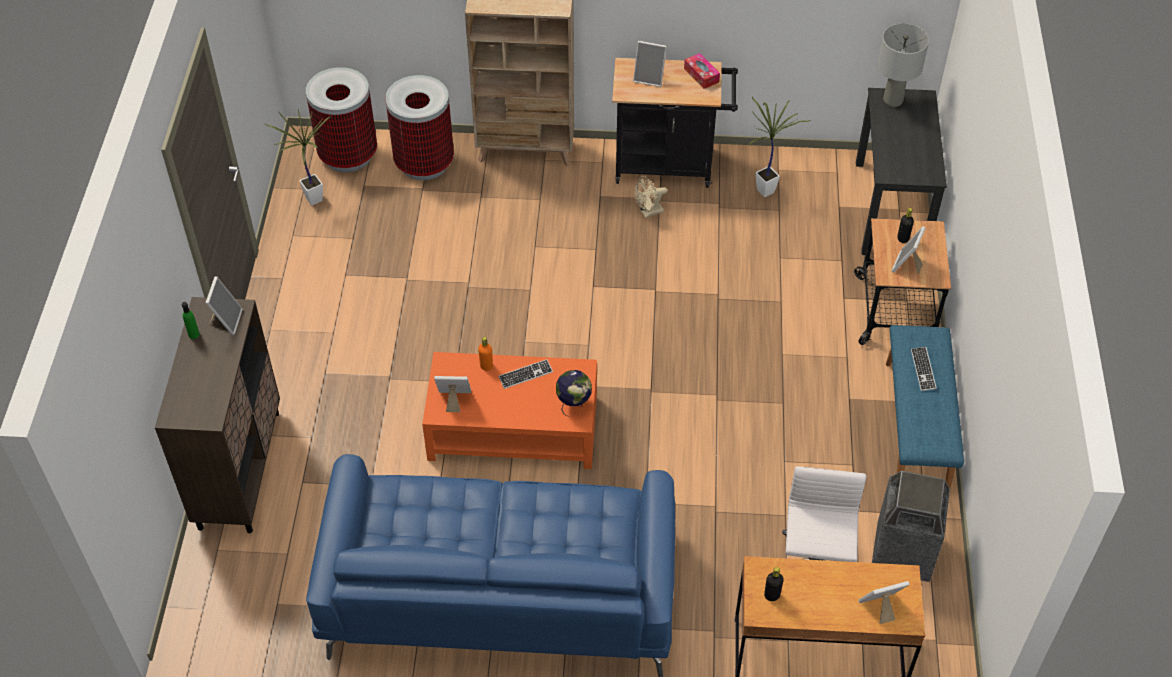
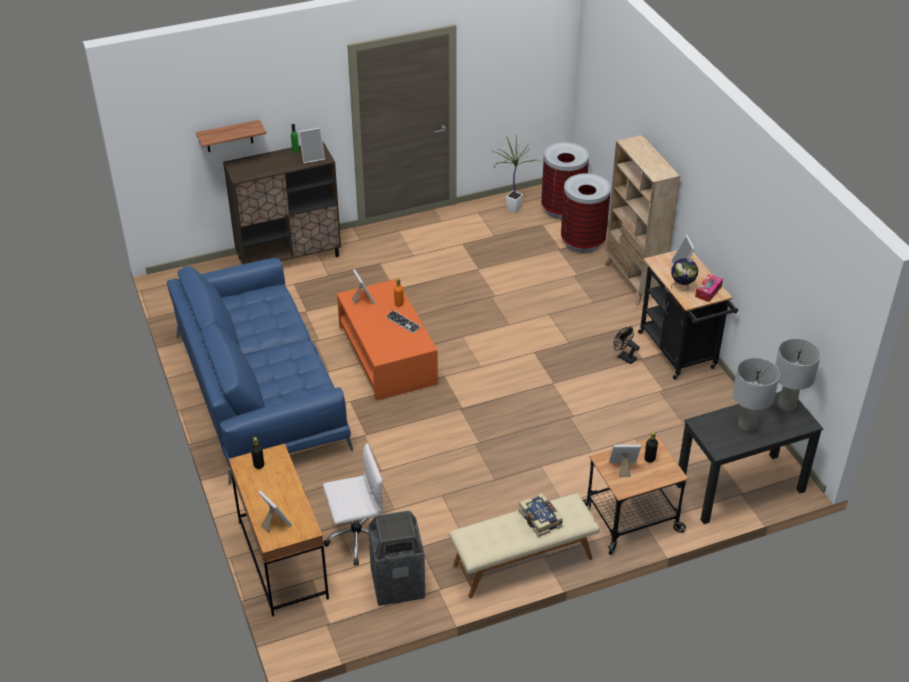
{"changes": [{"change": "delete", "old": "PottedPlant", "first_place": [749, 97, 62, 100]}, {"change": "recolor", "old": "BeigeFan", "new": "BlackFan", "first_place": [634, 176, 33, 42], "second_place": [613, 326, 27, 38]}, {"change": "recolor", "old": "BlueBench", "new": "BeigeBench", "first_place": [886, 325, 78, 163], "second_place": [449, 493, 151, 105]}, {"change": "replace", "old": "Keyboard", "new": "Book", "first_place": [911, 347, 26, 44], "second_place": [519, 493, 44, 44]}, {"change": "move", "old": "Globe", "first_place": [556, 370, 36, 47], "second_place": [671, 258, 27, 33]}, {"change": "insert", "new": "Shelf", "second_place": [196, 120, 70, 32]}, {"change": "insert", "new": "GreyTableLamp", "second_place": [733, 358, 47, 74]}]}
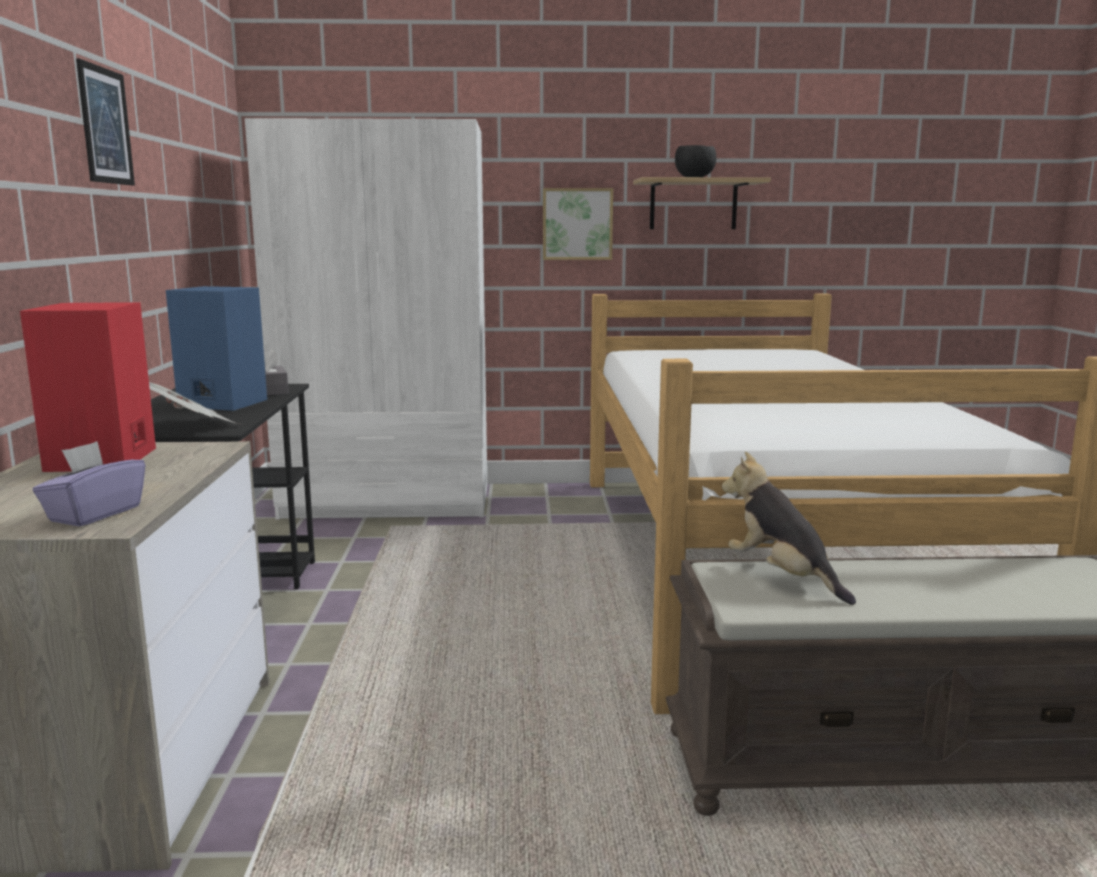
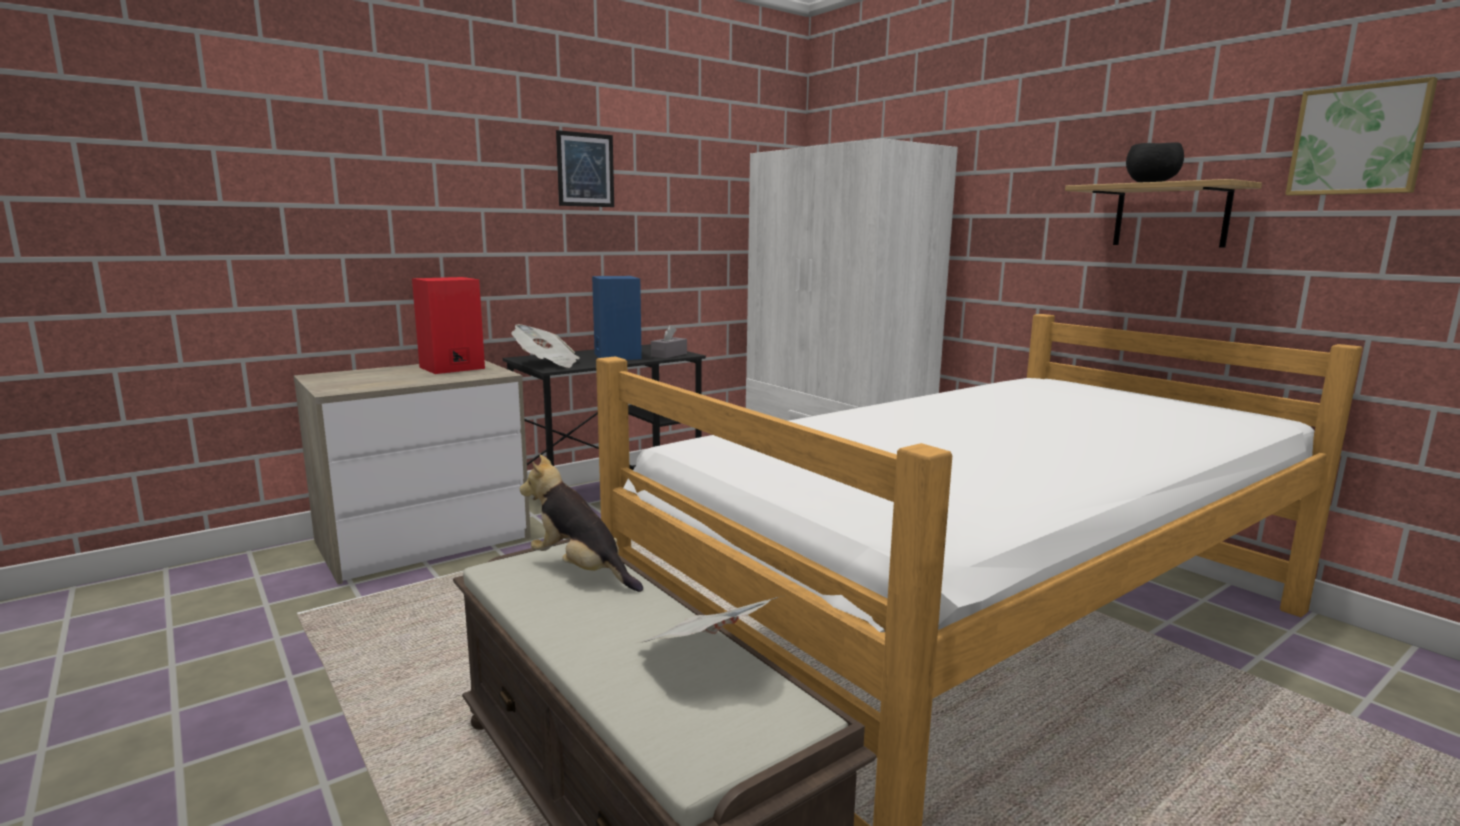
{"changes": [{"change": "move", "old": "Picture", "first_place": [543, 188, 70, 72], "second_place": [1285, 77, 153, 118]}, {"change": "delete", "old": "PurpleTissueBox", "first_place": [33, 441, 112, 86]}, {"change": "rotate", "old": "PlushToy", "first_place": [722, 451, 134, 154], "second_place": [520, 454, 123, 138], "degrees": -75}, {"change": "insert", "new": "Newspaper", "second_place": [637, 596, 145, 47]}]}
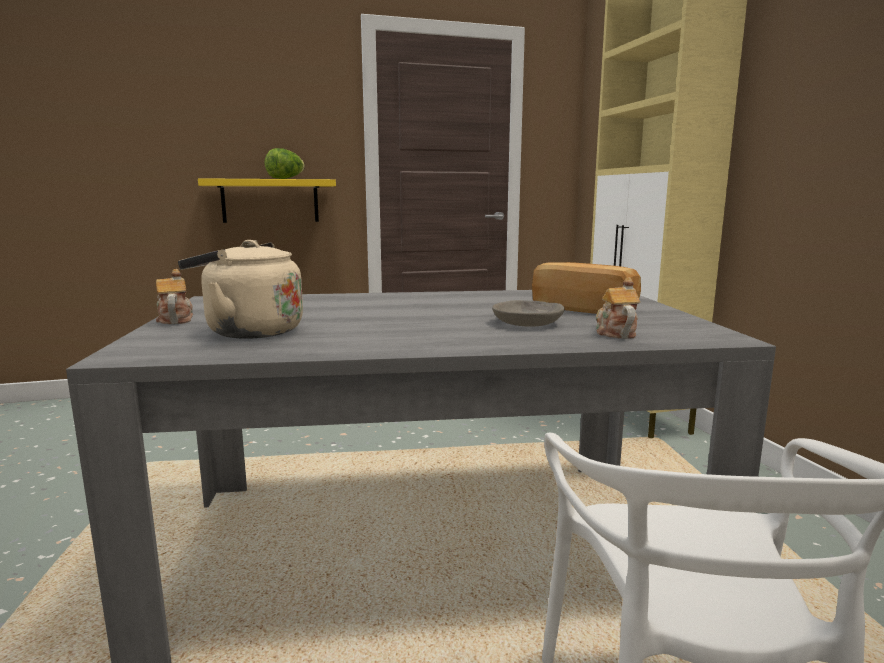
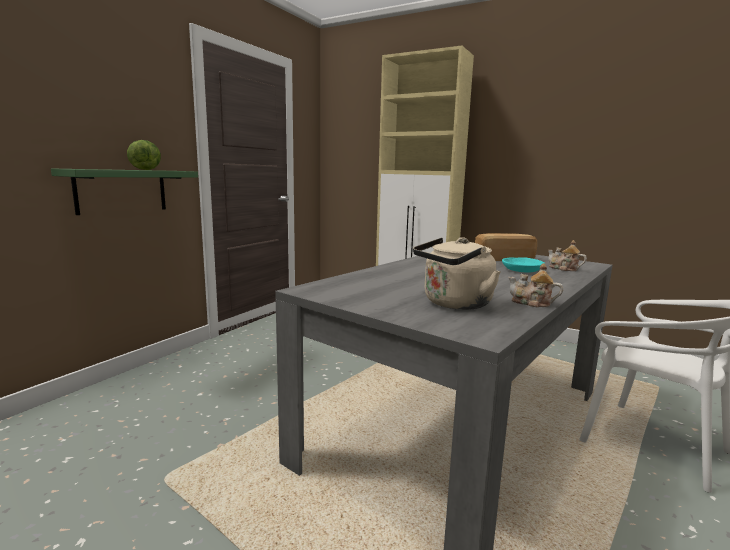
{"changes": [{"change": "recolor", "old": "YellowShelf", "new": "GreenShelf", "first_place": [198, 178, 138, 45], "second_place": [51, 168, 147, 47]}, {"change": "move", "old": "Teapot", "first_place": [156, 269, 37, 55], "second_place": [508, 263, 55, 44]}, {"change": "recolor", "old": "GreyBowl", "new": "TurquoiseBowl", "first_place": [492, 300, 73, 27], "second_place": [502, 257, 43, 16]}]}
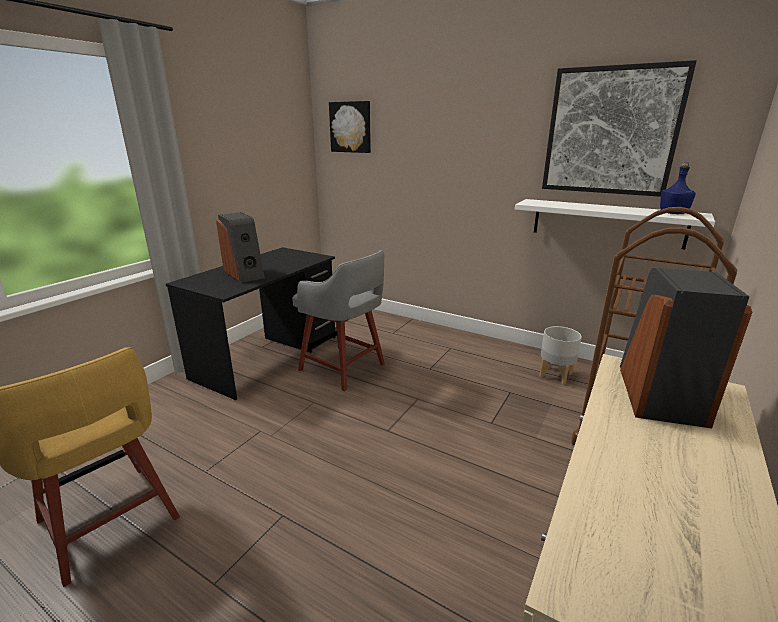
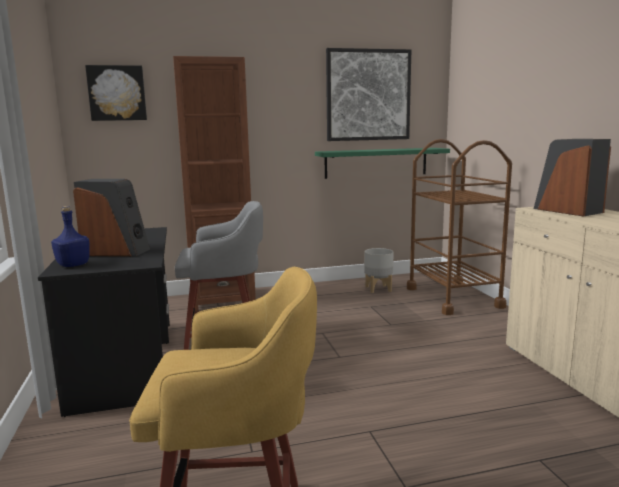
{"changes": [{"change": "move", "old": "BlueBottle", "first_place": [660, 162, 36, 52], "second_place": [51, 206, 39, 61]}, {"change": "recolor", "old": "WhiteShelf", "new": "GreenShelf", "first_place": [515, 199, 200, 50], "second_place": [315, 148, 135, 31]}, {"change": "insert", "new": "BrownBookcase", "second_place": [173, 56, 83, 255]}]}
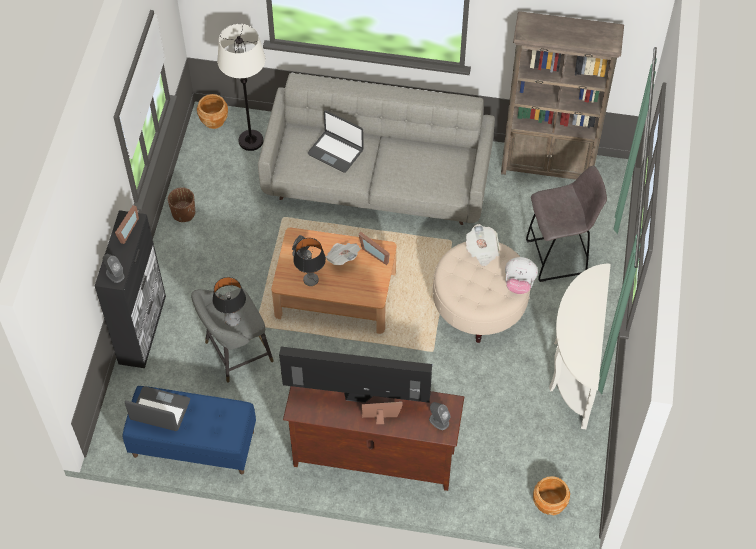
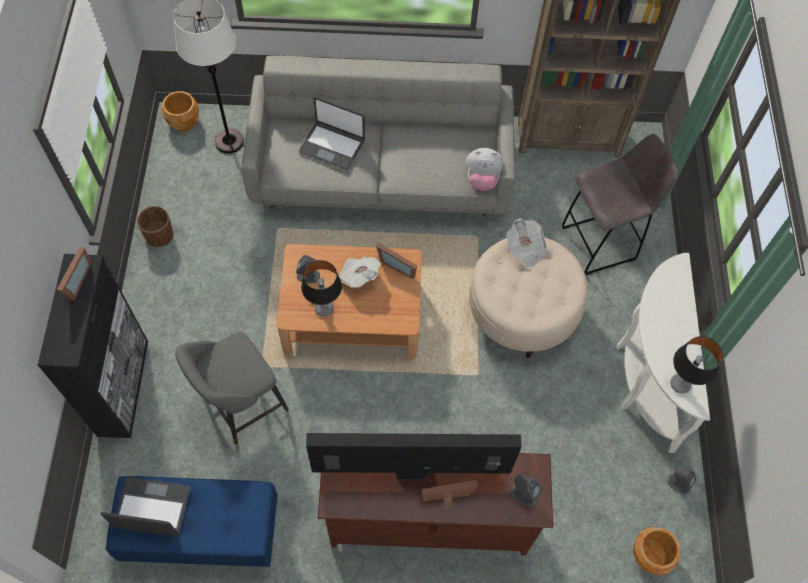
{"changes": [{"change": "move", "old": "GreySpeaker", "first_place": [103, 254, 21, 29], "second_place": [667, 466, 29, 28]}, {"change": "move", "old": "PlushToy", "first_place": [505, 257, 33, 37], "second_place": [466, 148, 37, 43]}, {"change": "move", "old": "TableLamp", "first_place": [212, 277, 34, 49], "second_place": [670, 336, 53, 58]}]}
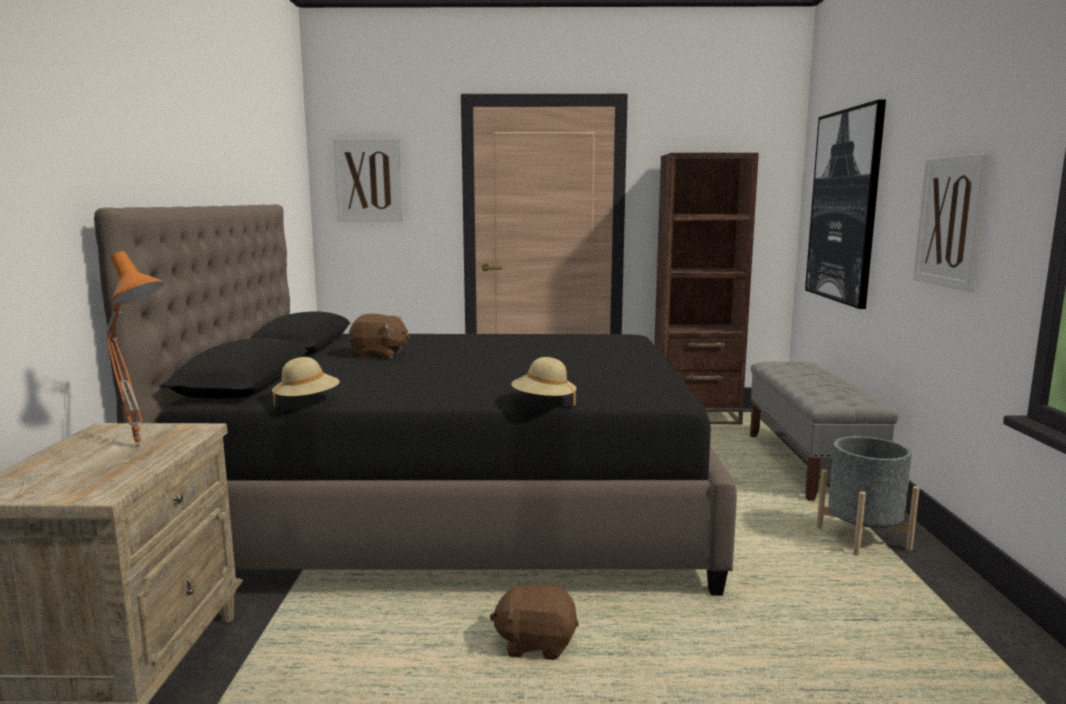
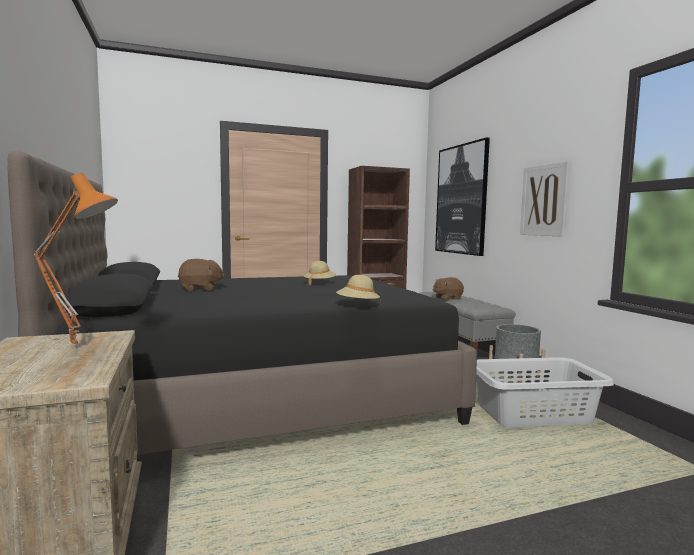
{"changes": [{"change": "delete", "old": "Picture", "first_place": [333, 139, 70, 83]}, {"change": "move", "old": "BeigeHat", "first_place": [272, 357, 68, 50], "second_place": [304, 261, 32, 24]}, {"change": "move", "old": "BrownPlushToy", "first_place": [490, 580, 89, 80], "second_place": [432, 277, 32, 23]}, {"change": "insert", "new": "GreyLaundryBasket", "second_place": [476, 357, 138, 70]}]}
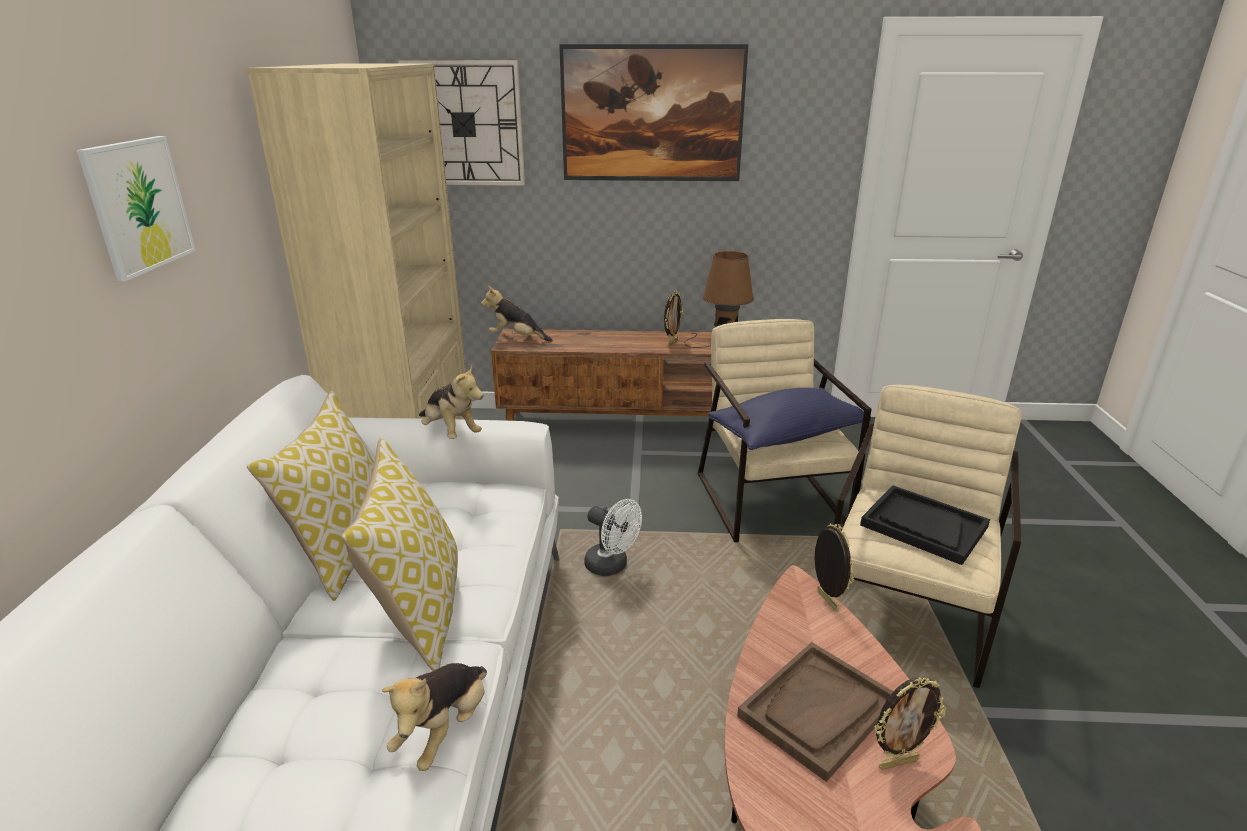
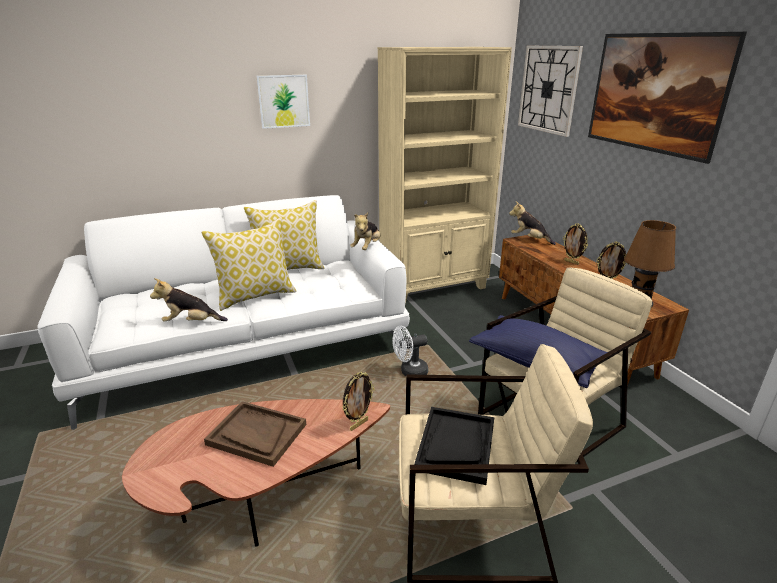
{"changes": [{"change": "rotate", "old": "PlushToy", "first_place": [481, 286, 72, 56], "second_place": [509, 202, 47, 43], "degrees": -45}, {"change": "rotate", "old": "WhiteFan", "first_place": [584, 499, 58, 77], "second_place": [392, 326, 36, 50], "degrees": 60}, {"change": "move", "old": "PictureFrame", "first_place": [875, 677, 71, 93], "second_place": [563, 223, 25, 42]}]}
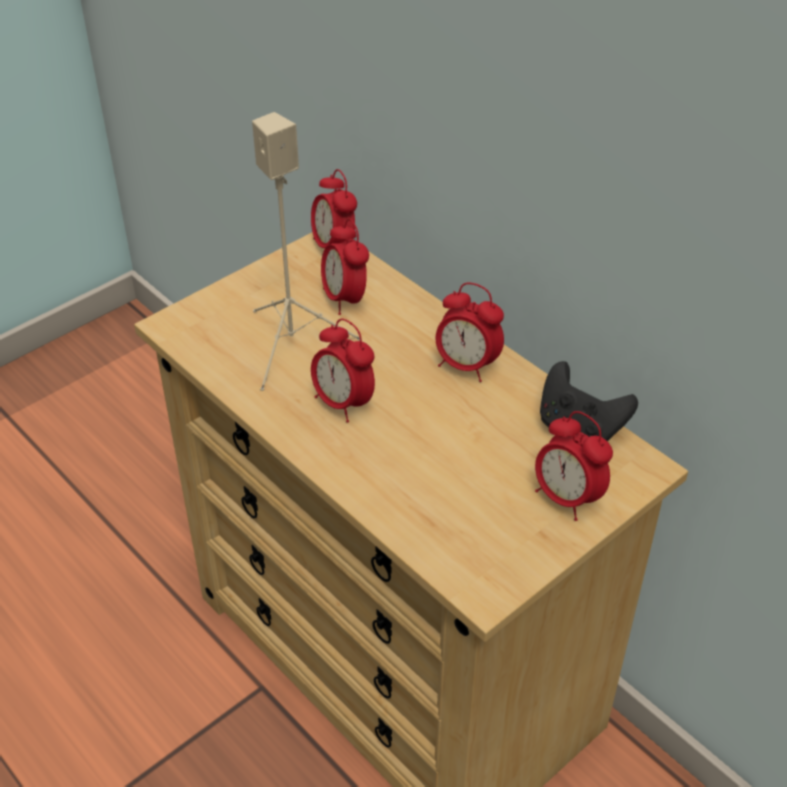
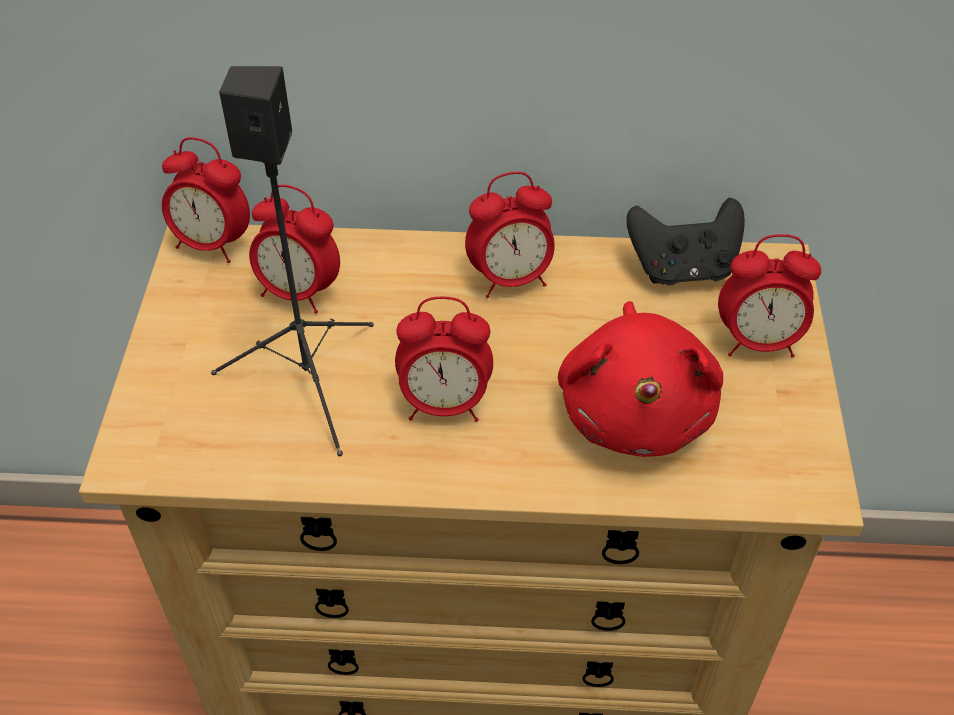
{"changes": [{"change": "recolor", "old": "BeigeSpeaker", "new": "BlackSpeaker", "first_place": [252, 112, 108, 279], "second_place": [211, 66, 163, 390]}, {"change": "insert", "new": "RedPlushToy", "second_place": [558, 301, 165, 156]}]}
